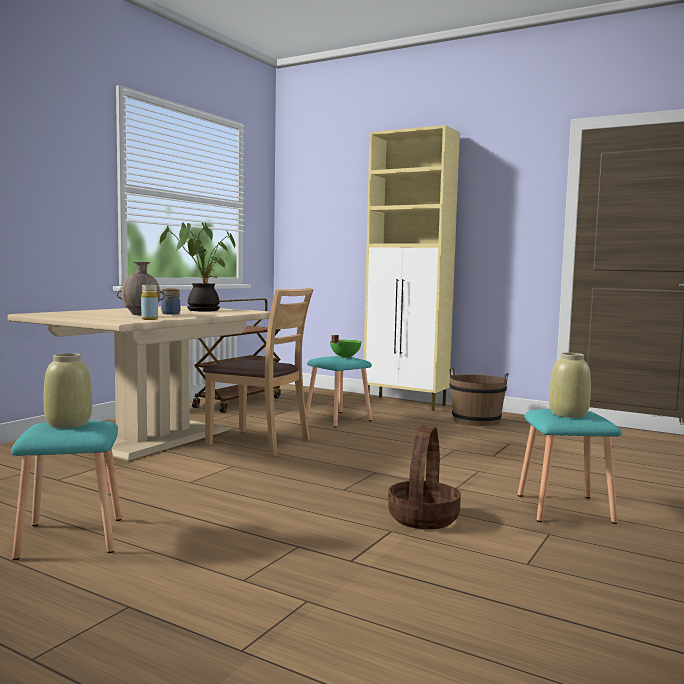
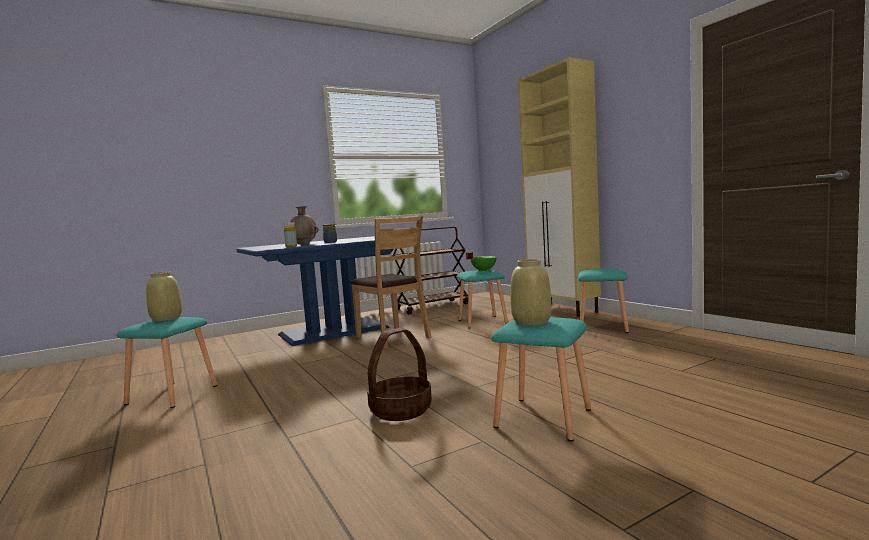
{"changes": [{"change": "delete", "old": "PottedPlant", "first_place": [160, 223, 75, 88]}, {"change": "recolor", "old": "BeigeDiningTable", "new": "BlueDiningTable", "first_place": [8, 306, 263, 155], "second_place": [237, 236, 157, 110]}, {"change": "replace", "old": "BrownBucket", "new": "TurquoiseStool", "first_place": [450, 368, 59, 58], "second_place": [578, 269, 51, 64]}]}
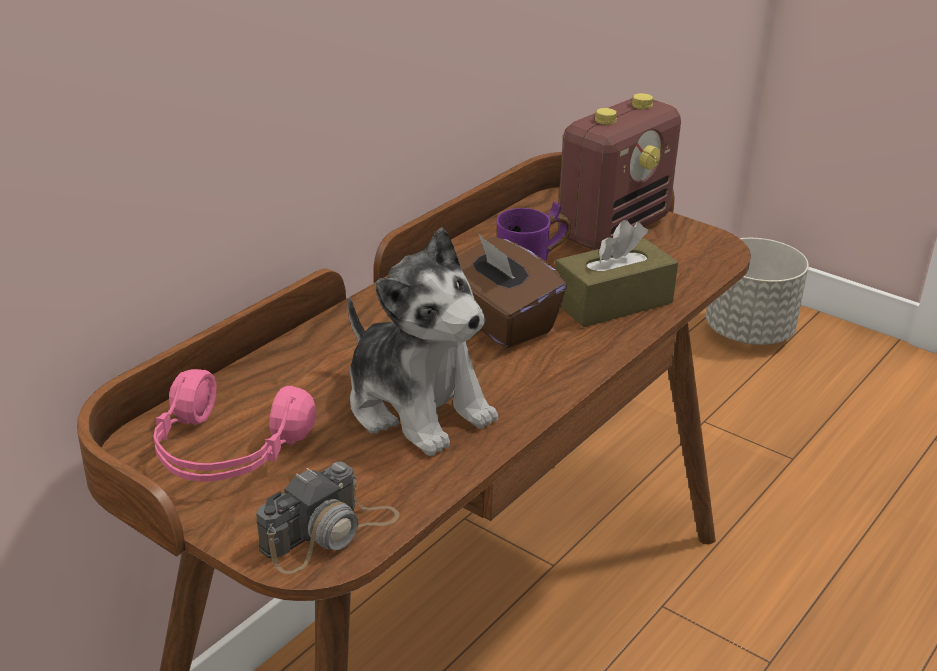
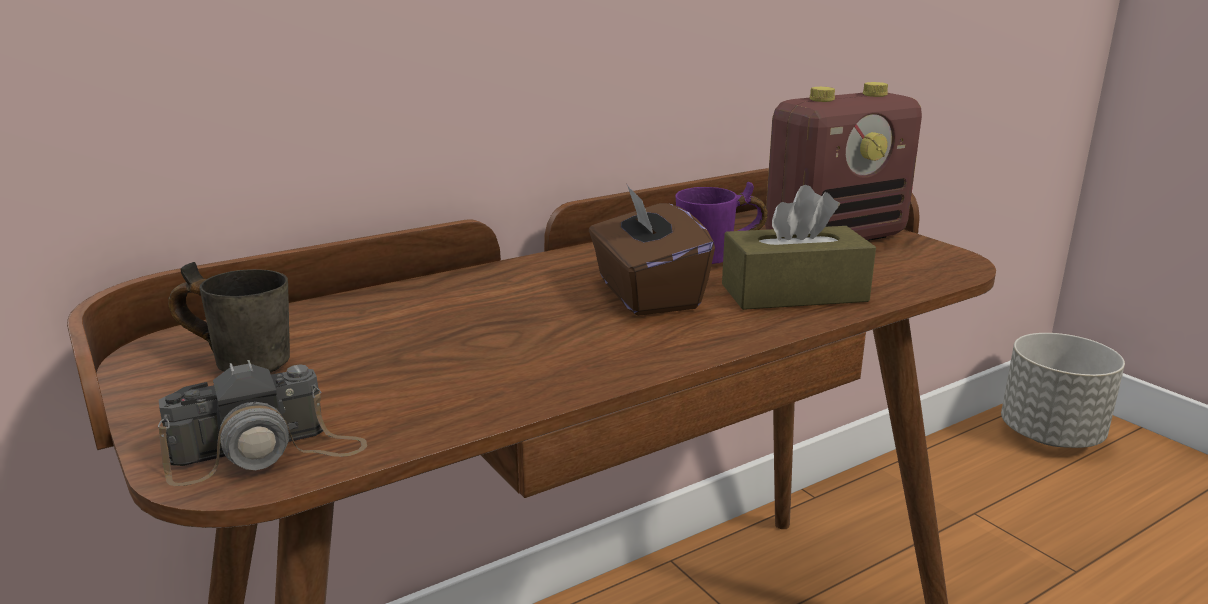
{"changes": [{"change": "delete", "old": "PlushToy", "first_place": [348, 228, 150, 228]}, {"change": "replace", "old": "PinkHeadphones", "new": "GreyMug", "first_place": [153, 369, 163, 113], "second_place": [168, 262, 122, 110]}]}
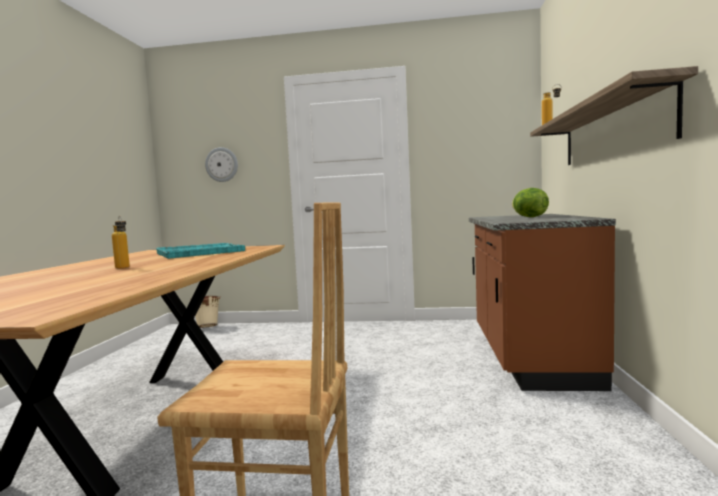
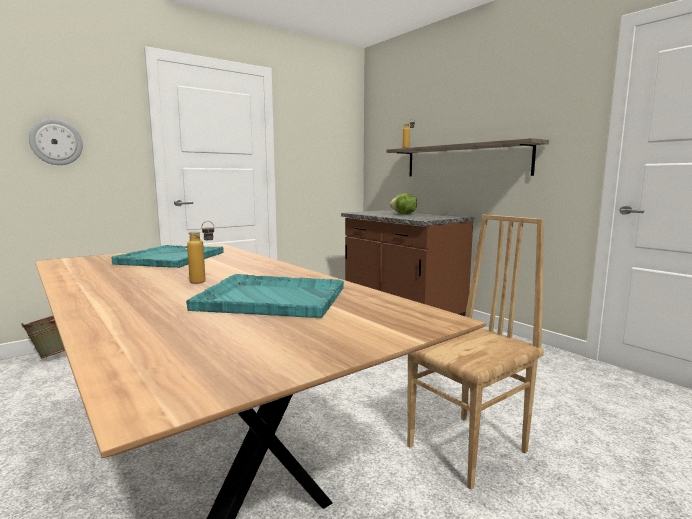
{"changes": [{"change": "recolor", "old": "BeigeBucket", "new": "GreenBucket", "first_place": [190, 296, 31, 32], "second_place": [21, 316, 44, 43]}, {"change": "insert", "new": "TurquoiseTray", "second_place": [186, 274, 158, 44]}]}
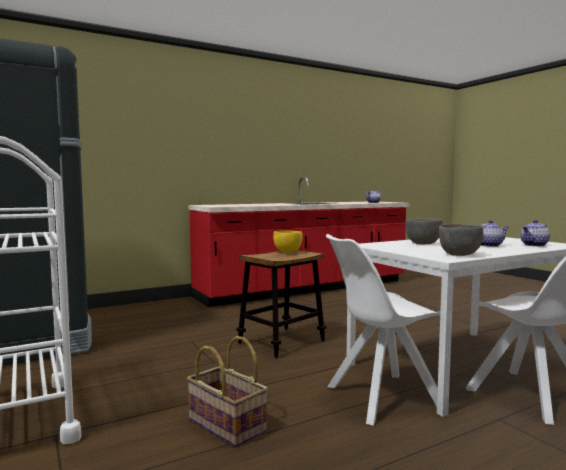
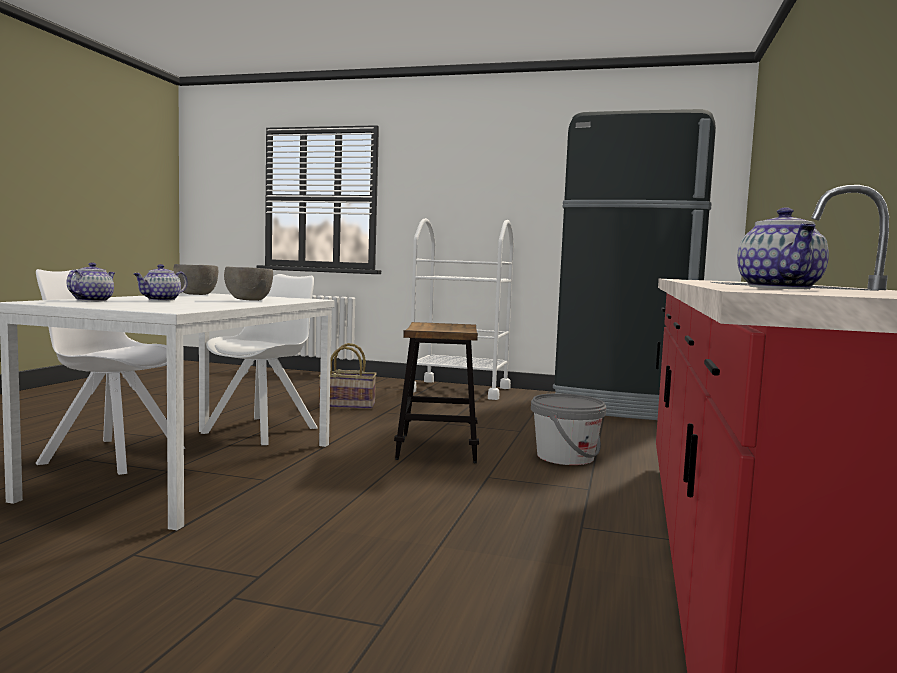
{"changes": [{"change": "delete", "old": "YellowBowl", "first_place": [273, 230, 30, 22]}, {"change": "insert", "new": "GreyBucket", "second_place": [531, 393, 75, 72]}]}
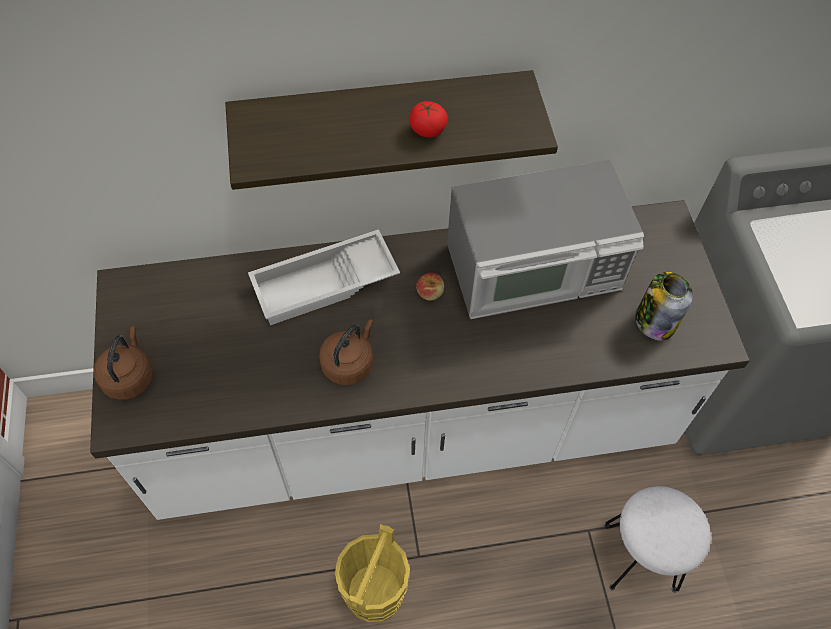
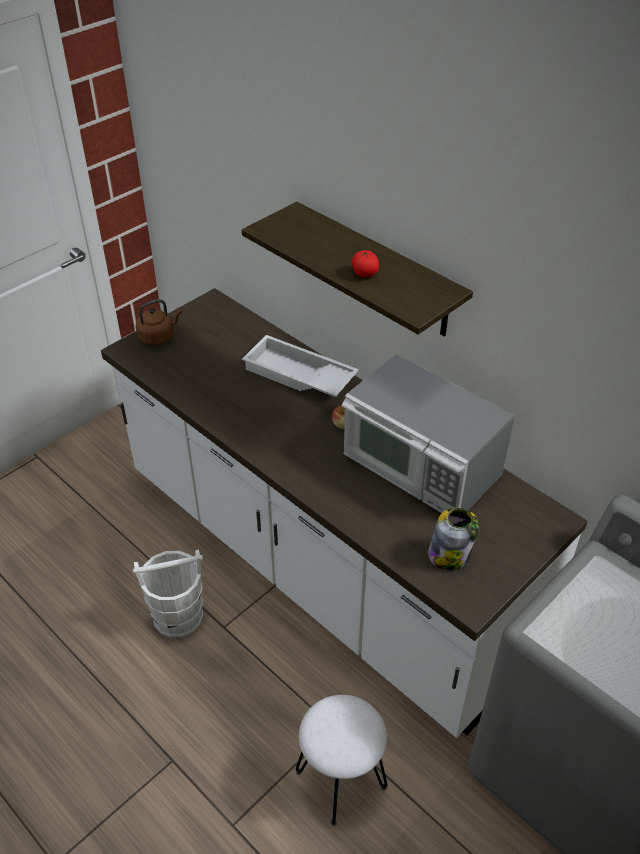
{"changes": [{"change": "delete", "old": "BrownKettle", "first_place": [319, 319, 55, 66]}, {"change": "recolor", "old": "YellowBucket", "new": "WhiteBucket", "first_place": [334, 524, 76, 99], "second_place": [133, 549, 70, 89]}]}
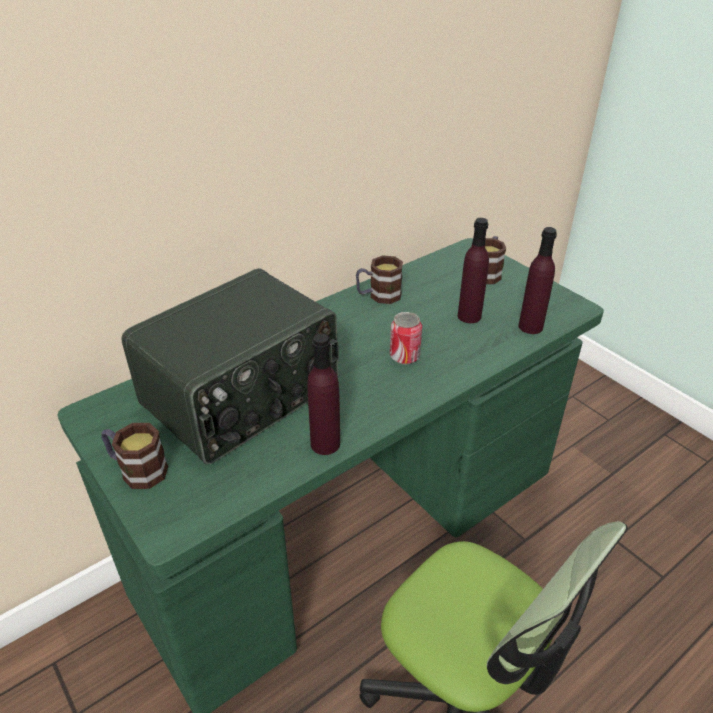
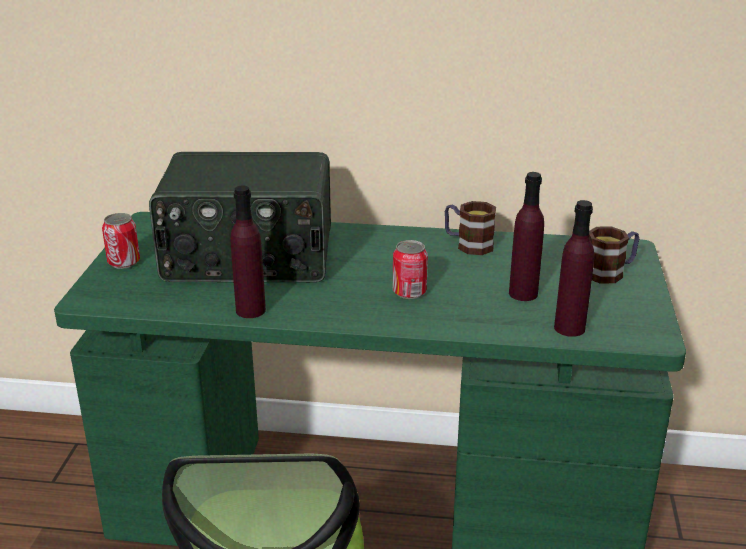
{"changes": [{"change": "replace", "old": "Mug", "new": "Can", "first_place": [101, 423, 67, 66], "second_place": [102, 213, 38, 56]}]}
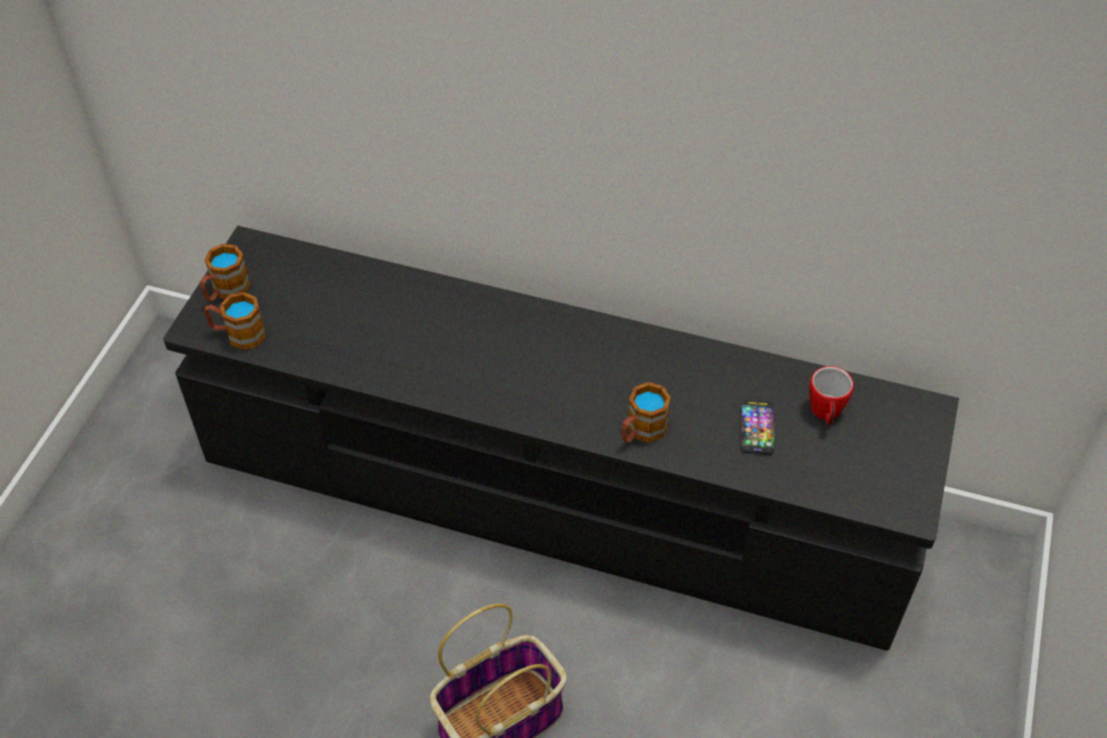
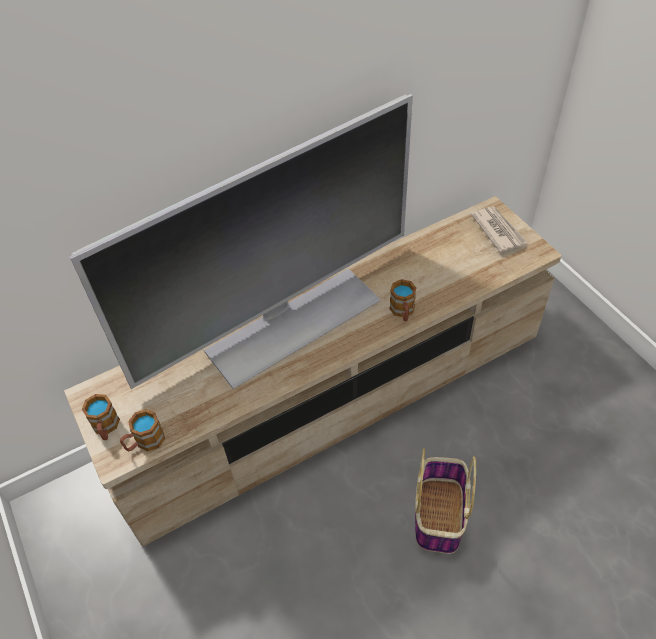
{"changes": [{"change": "recolor", "old": "BlackTvStand", "new": "BeigeTvStand", "first_place": [163, 226, 796, 425], "second_place": [64, 196, 498, 350]}, {"change": "delete", "old": "Mug", "first_place": [809, 366, 45, 59]}, {"change": "delete", "old": "Phone", "first_place": [741, 400, 33, 55]}, {"change": "insert", "new": "Television", "second_place": [70, 94, 343, 295]}, {"change": "insert", "new": "Newspaper", "second_place": [471, 206, 57, 47]}]}
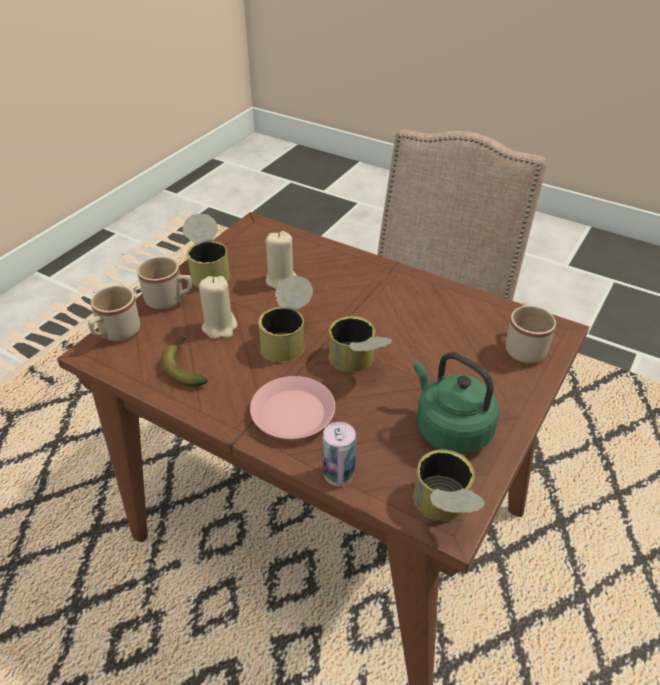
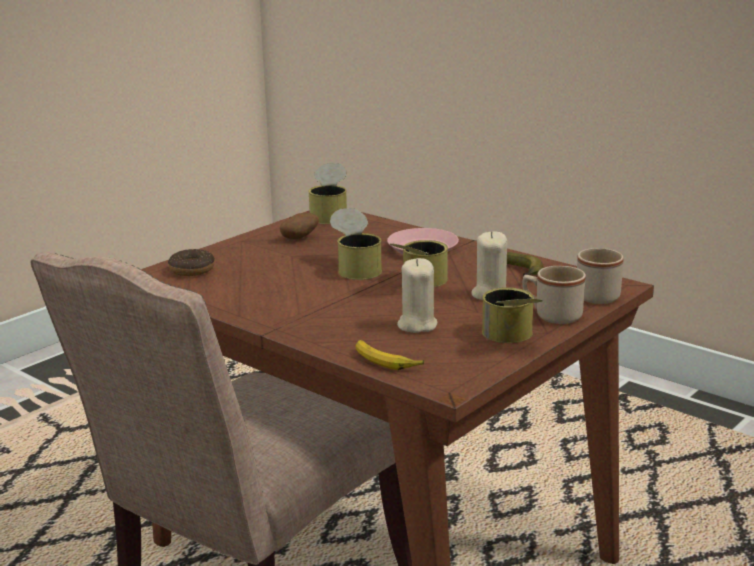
{"changes": [{"change": "replace", "old": "BeigeMug", "new": "Donut", "first_place": [505, 302, 51, 61], "second_place": [168, 249, 47, 27]}, {"change": "replace", "old": "GreenKettle", "new": "Potato", "first_place": [413, 352, 86, 102], "second_place": [280, 213, 39, 26]}, {"change": "delete", "old": "Can", "first_place": [323, 422, 33, 64]}, {"change": "insert", "new": "Banana", "second_place": [356, 340, 68, 30]}]}
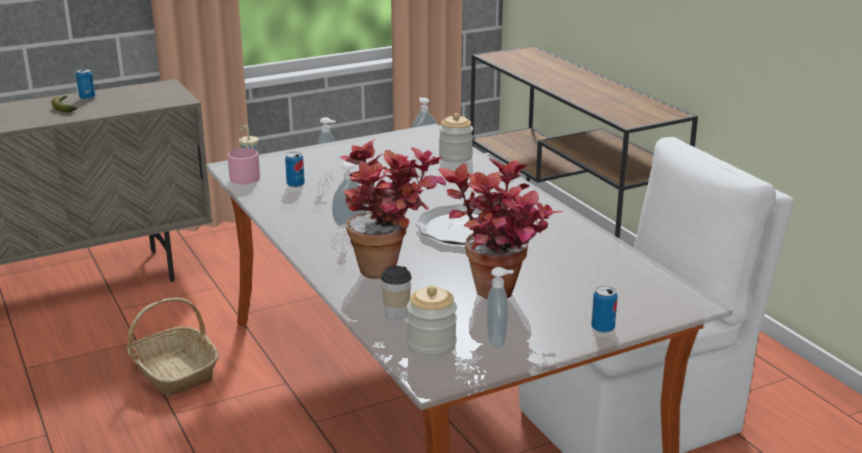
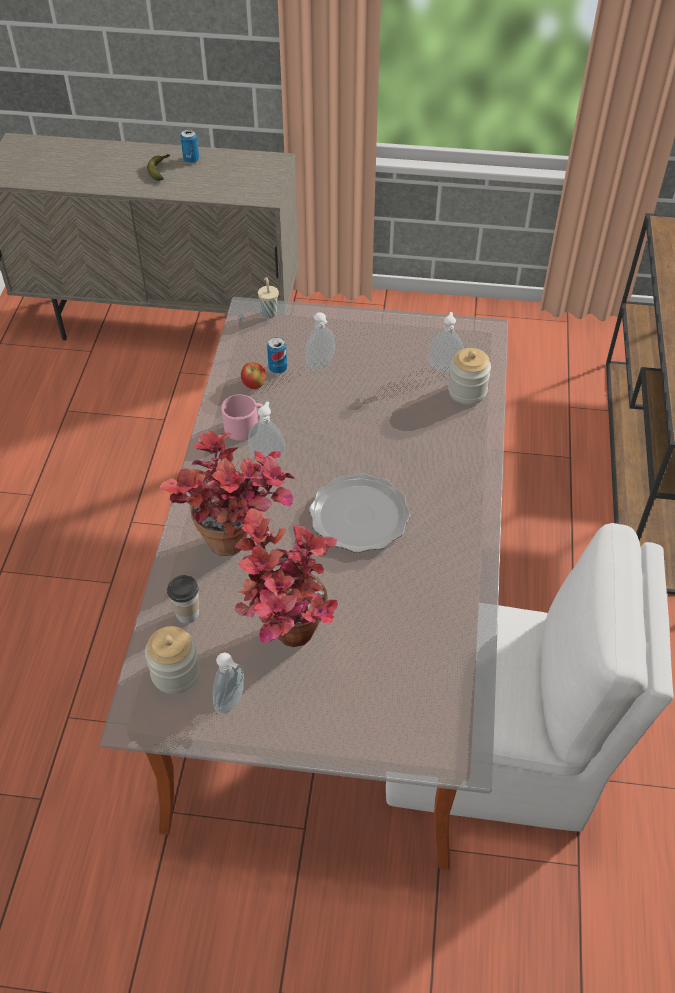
{"changes": [{"change": "move", "old": "PinkMug", "first_place": [227, 148, 33, 36], "second_place": [221, 395, 42, 46]}, {"change": "delete", "old": "Can", "first_place": [591, 286, 27, 47]}, {"change": "delete", "old": "Basket", "first_place": [127, 298, 92, 98]}, {"change": "insert", "new": "Apple", "second_place": [241, 362, 25, 27]}]}
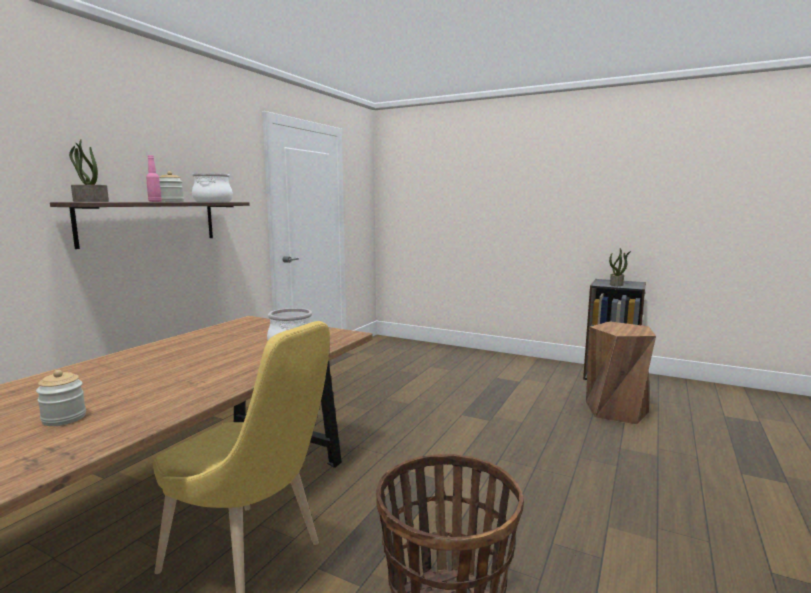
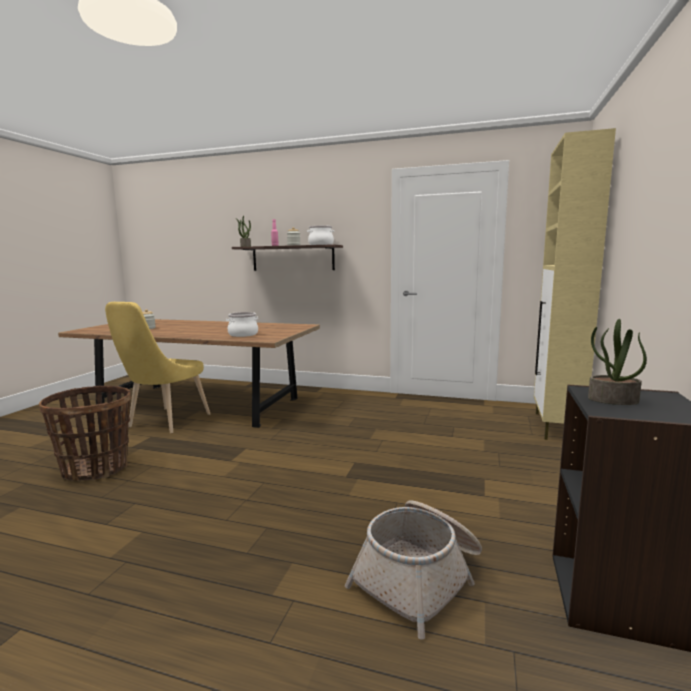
{"changes": [{"change": "replace", "old": "BrownStool", "new": "Basket", "first_place": [586, 321, 70, 104], "second_place": [345, 501, 137, 138]}, {"change": "insert", "new": "BeigeCabinet", "second_place": [534, 128, 82, 312]}]}
